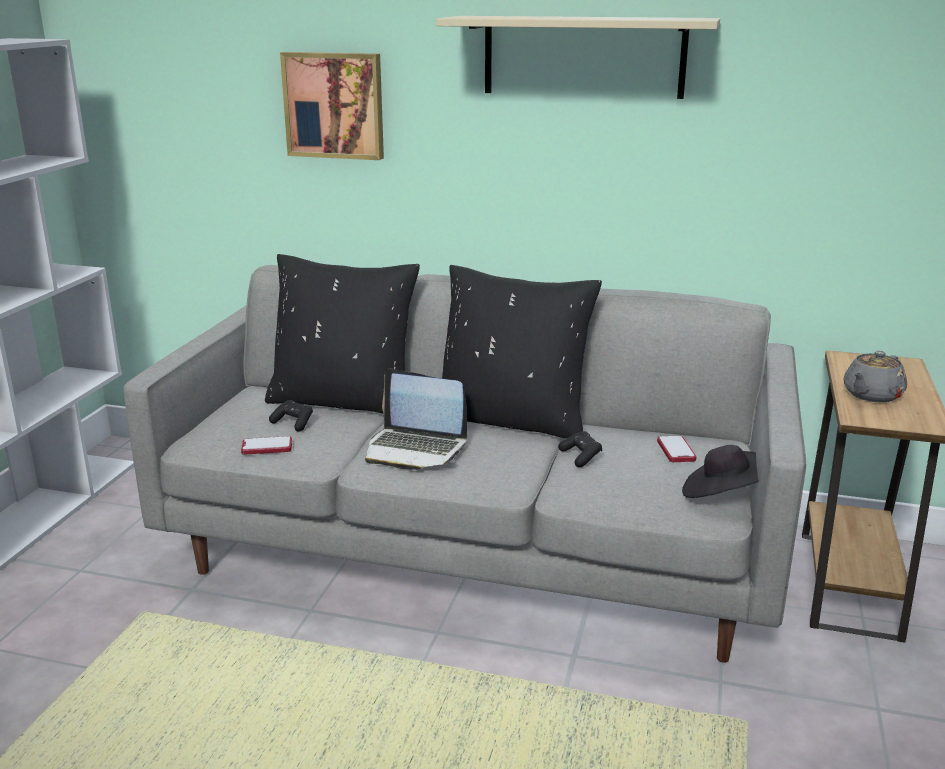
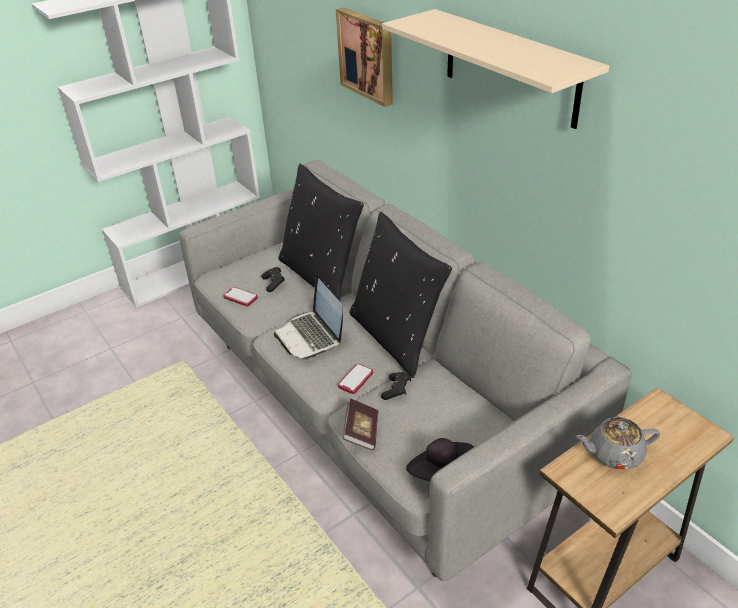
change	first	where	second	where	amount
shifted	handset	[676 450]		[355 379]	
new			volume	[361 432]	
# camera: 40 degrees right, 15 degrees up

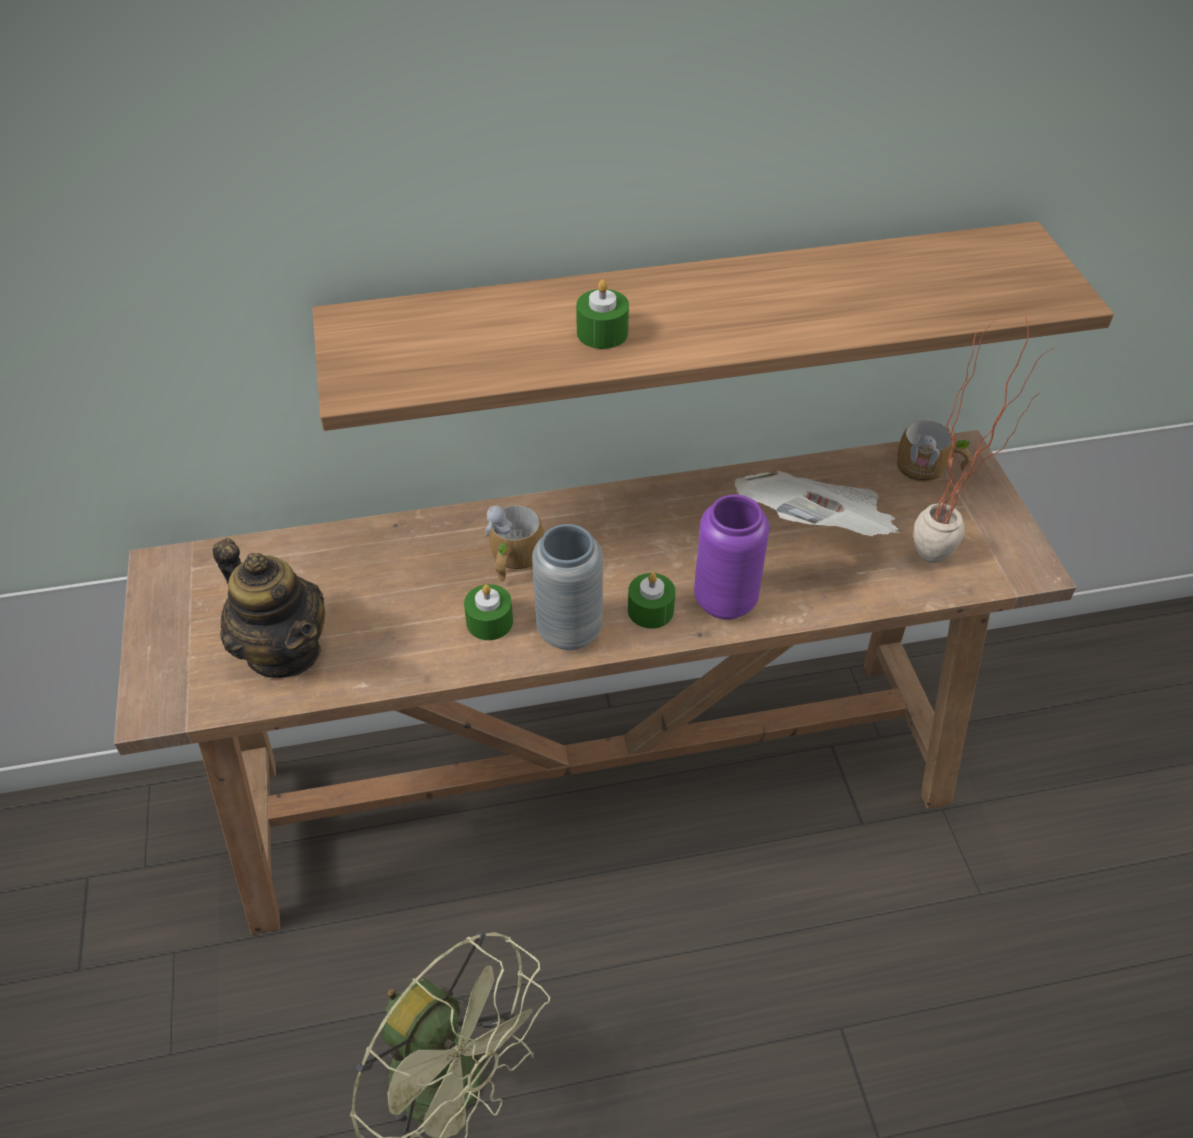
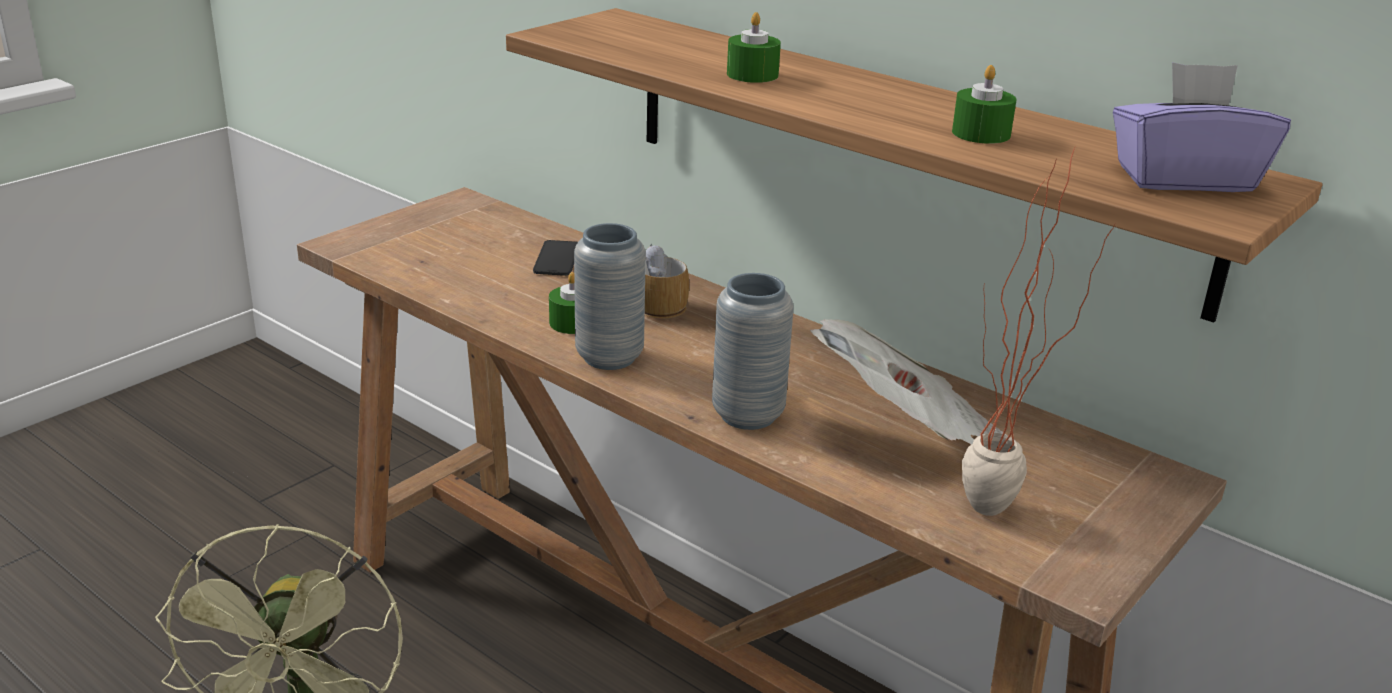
change	first	where	second	where	amount
new			handset	[557 259]	
repainted	flower vase (purple-coloured)	[725 601]	flower vase (grey)	[748 415]	
shifted	wax light (green)	[650 610]		[981 133]	
new			tissue box (purple-coloured)	[1184 178]	
gone	teapot	[284 651]			
gone	tea mug	[929 469]			
# camera: 50 degrees right, 20 degrees down

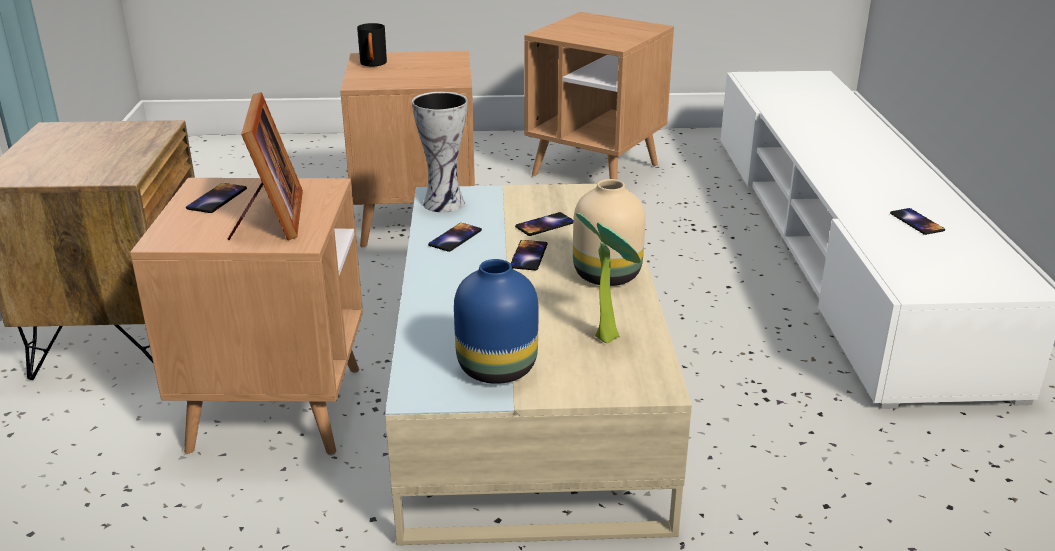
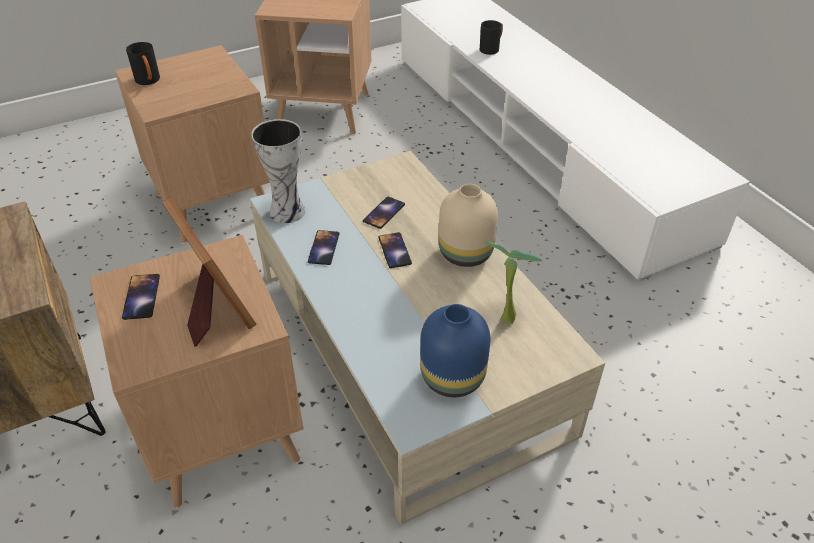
change	first	where	second	where	amount
new			tea mug (black)	[491 49]	
gone	handset	[917 222]			
# camera: 25 degrees left, 15 degrees up

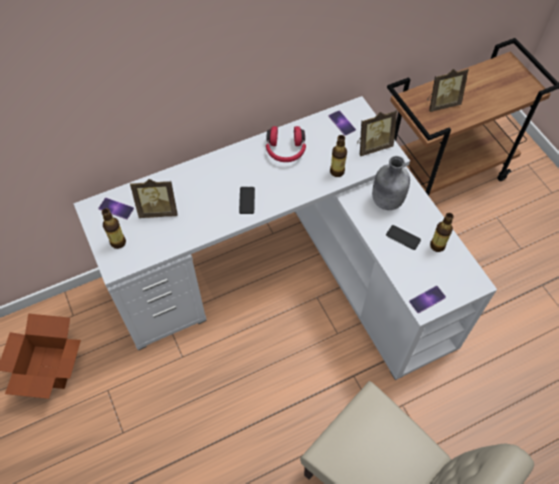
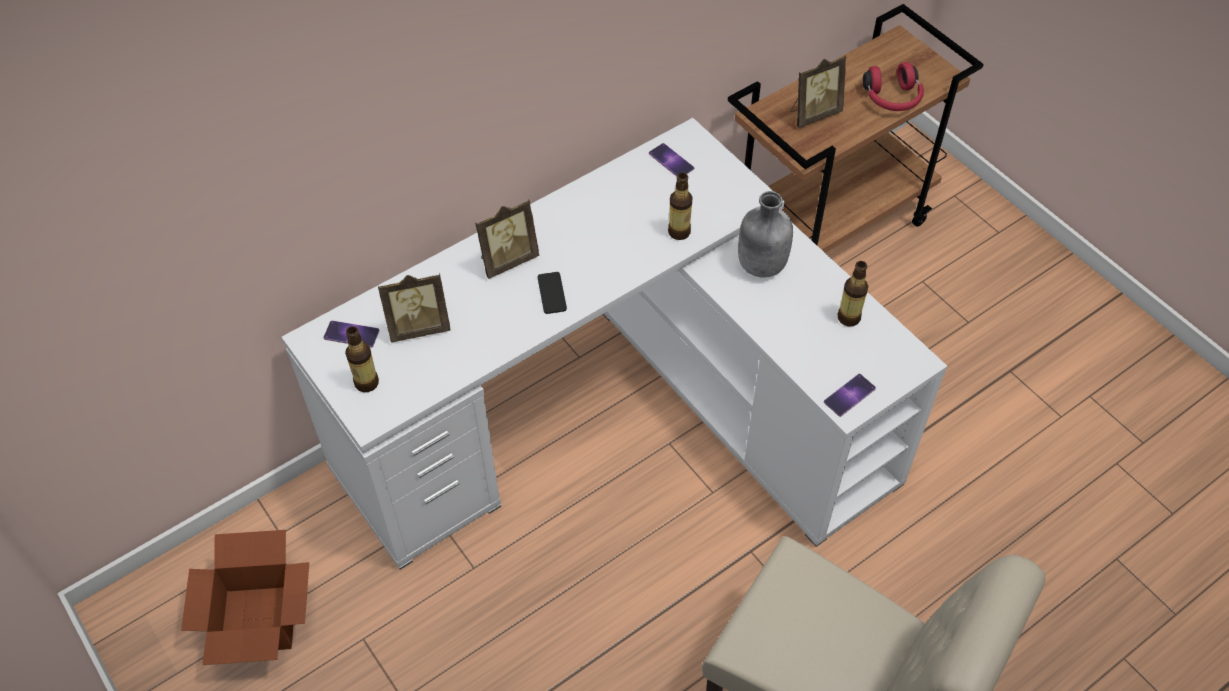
change	first	where	second	where	amount
shifted	standing frame	[373 146]		[507 260]	
shifted	pair of headphones (red-coloured)	[285 151]		[892 99]	
gone	handset	[403 237]			
# camera: 10 degrees left, 5 degrees down

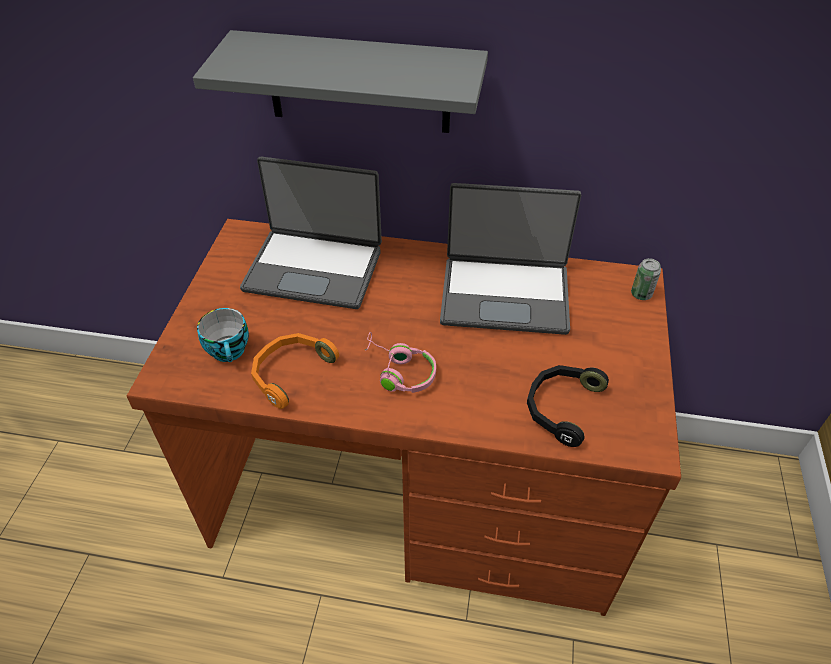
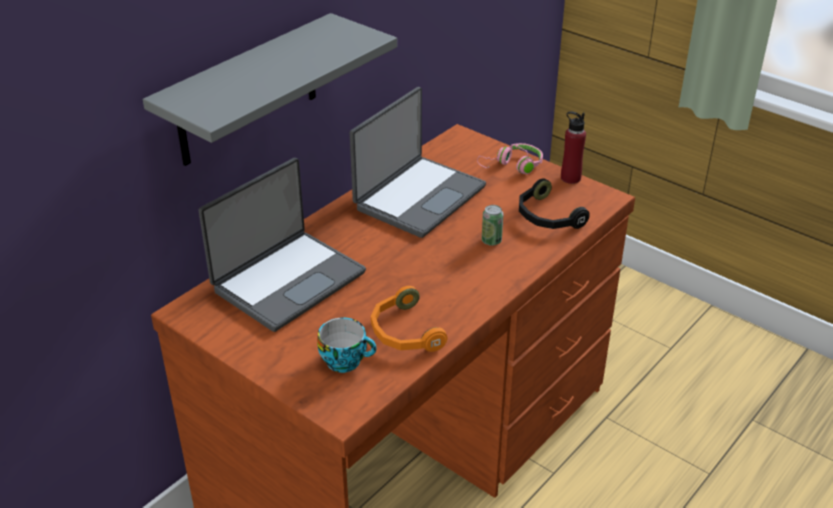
change	first	where	second	where	amount
shifted	pair of headphones (pinkish)	[399 371]		[513 166]	
shifted	metal can	[641 294]		[491 241]	
new			bottle (red-coloured)	[570 178]	
# camera: 60 degrees left, 10 degrees down

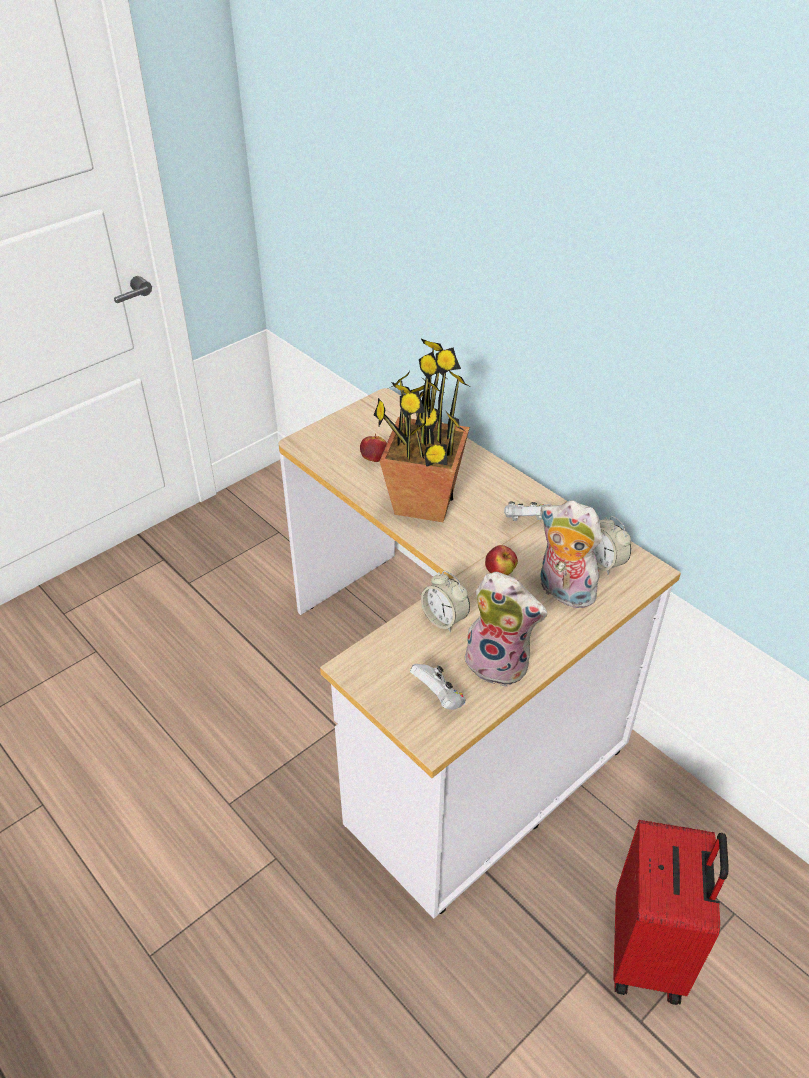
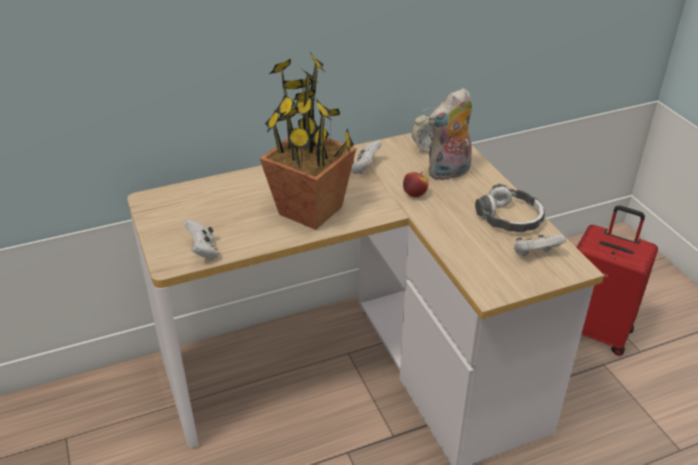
change	first	where	second	where	amount
new			joypad (white-coloured)	[203 251]	
swapped	plush toy	[500 663]	pair of headphones	[509 218]	
gone	whole apple	[374 459]			
gone	bedside clock	[444 619]			
# camera: 70 degrees left, 5 degrees down

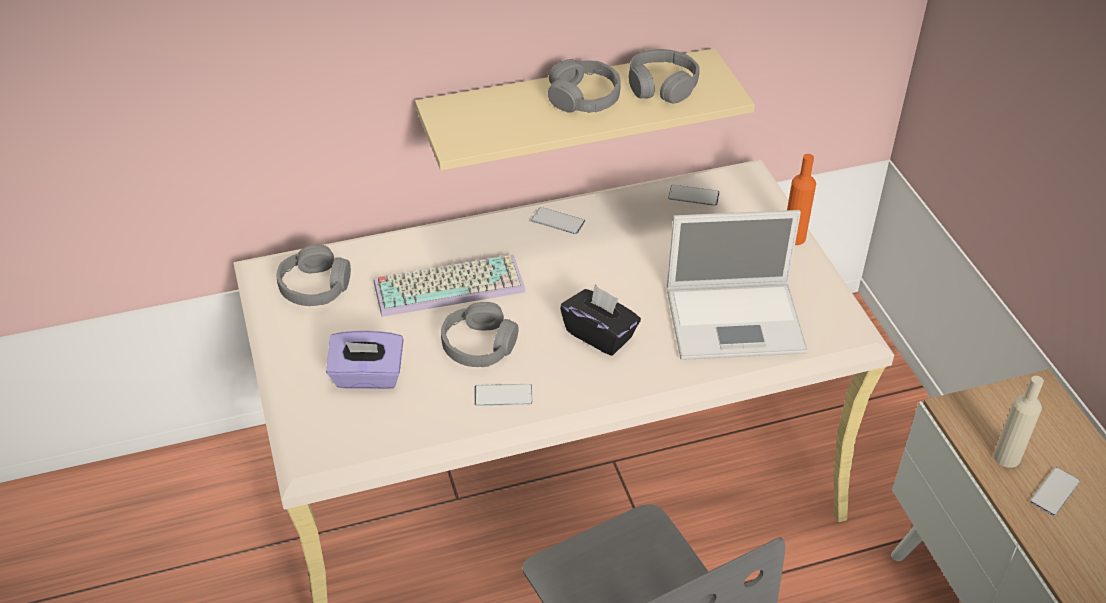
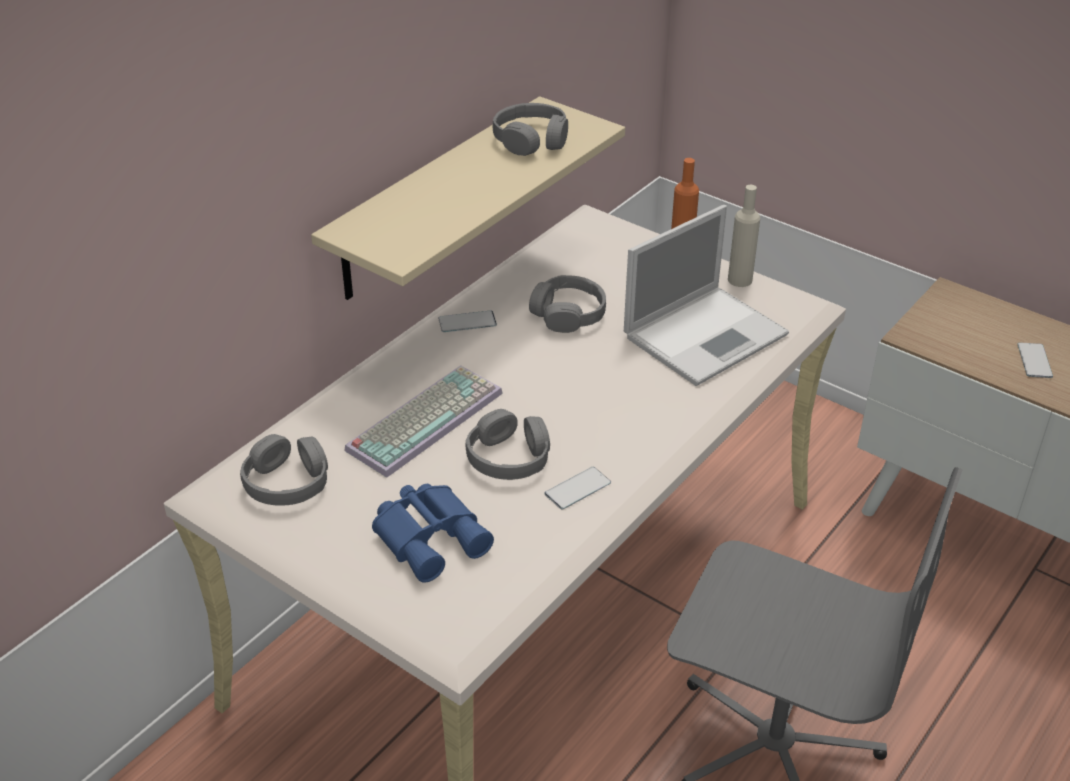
change	first	where	second	where	amount
swapped	tissue box (purple-coloured)	[367 377]	field glasses (bluish)	[431 536]	
shifted	pair of headphones (grey)	[584 97]		[568 314]	
shifted	bottle (beige)	[1007 457]		[740 280]	
gone	tissue box (black)	[600 334]			
gone	handset	[693 196]			
# camera: 35 degrees left, 5 degrees down

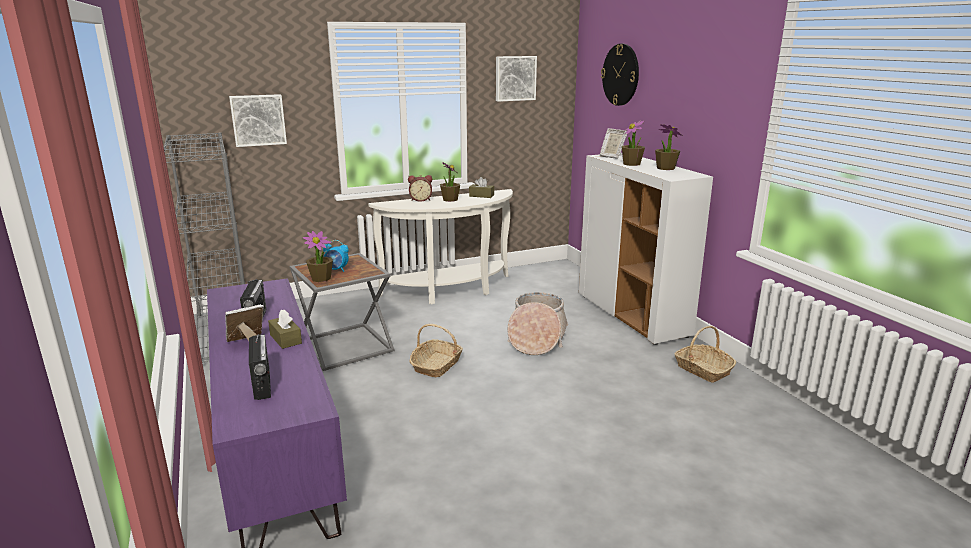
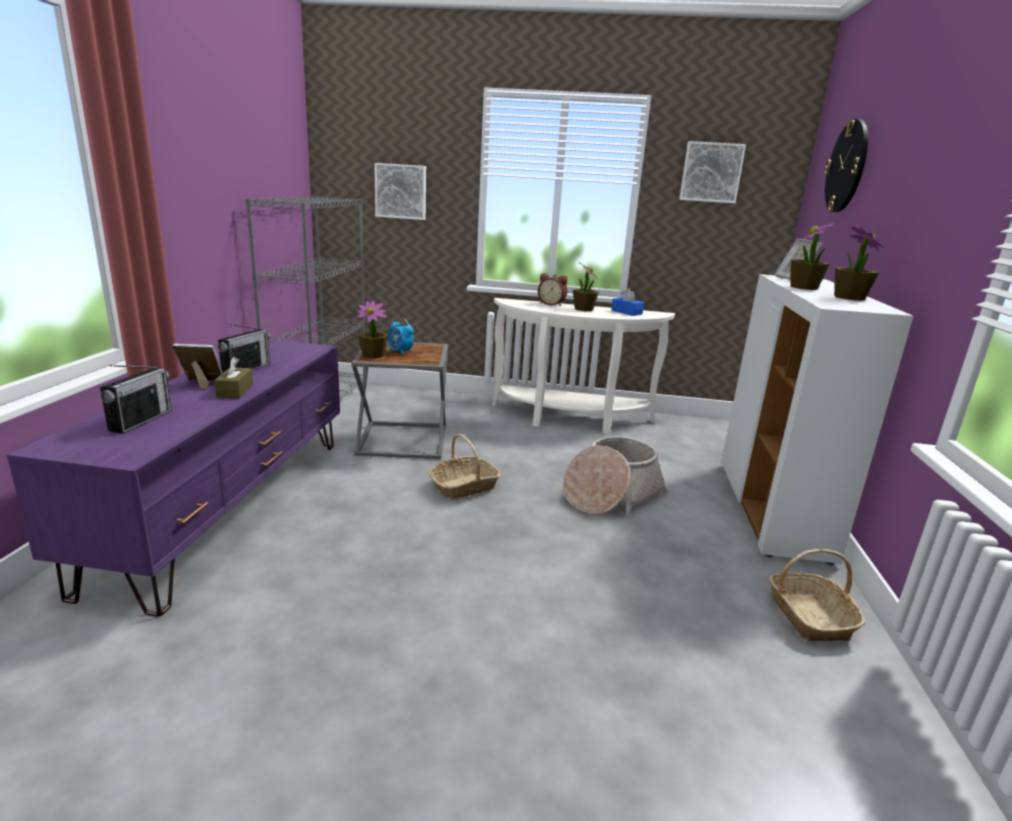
change	first	where	second	where	amount
repainted	tissue box (brown)	[481 196]	tissue box (bluish)	[626 312]	
# camera: 30 degrees right, 0 degrees up

